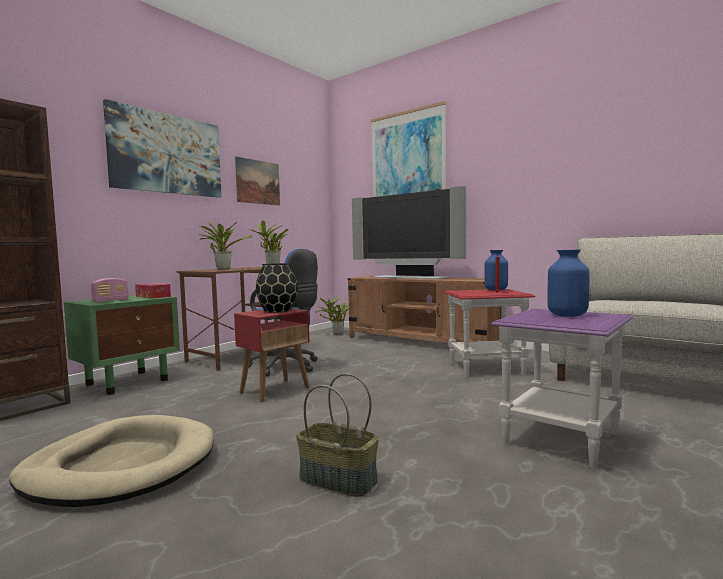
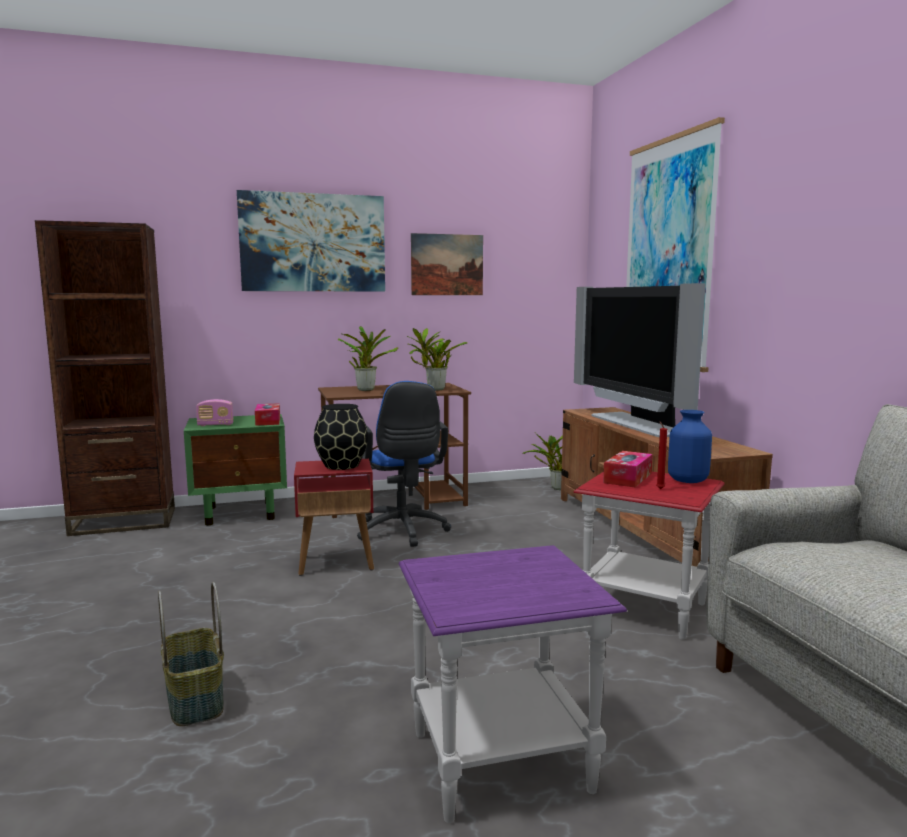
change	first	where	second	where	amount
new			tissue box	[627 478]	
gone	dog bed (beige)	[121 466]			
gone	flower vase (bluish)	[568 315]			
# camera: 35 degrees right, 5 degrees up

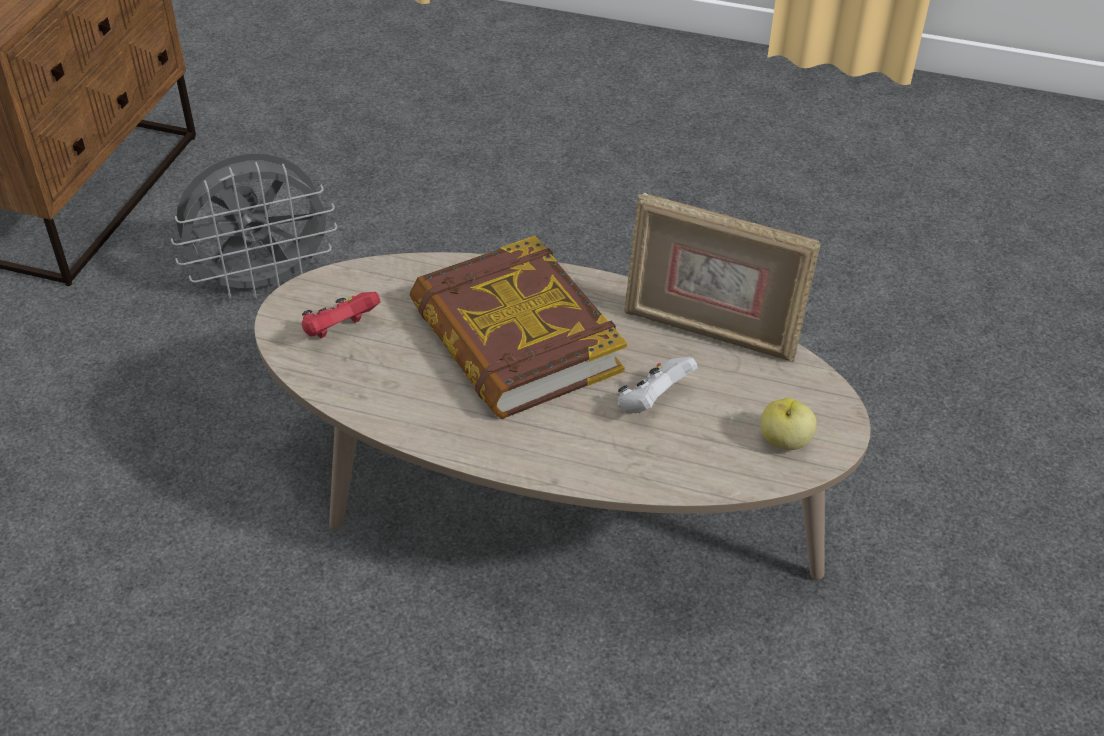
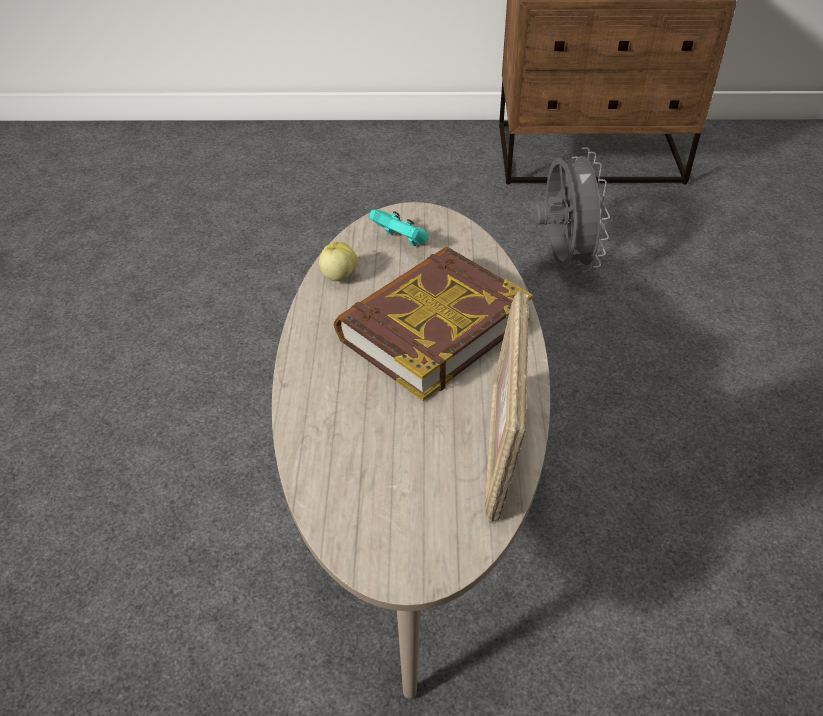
change	first	where	second	where	amount
shifted	whole apple	[784 441]		[338 276]	
repainted	joypad (red-coloured)	[340 331]	joypad (blue-green)	[401 241]	
rotated	fan (grey)	[263 282]		[563 260]	150 degrees counterclockwise
gone	joypad (white-coloured)	[653 402]			
# camera: 75 degrees right, 0 degrees up

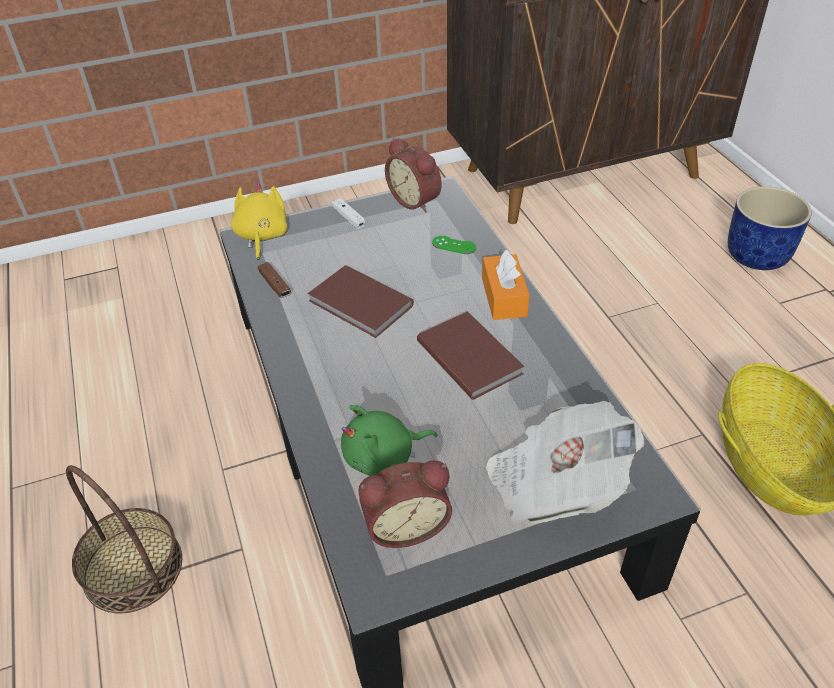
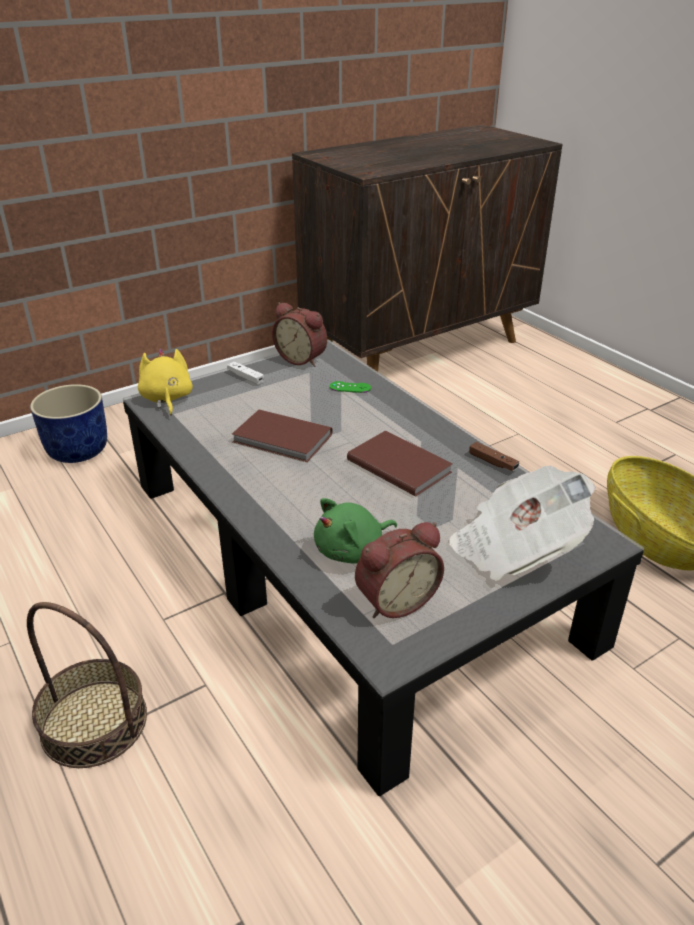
change	first	where	second	where	amount
shifted	planter (bluish)	[756 255]		[78 450]	
shifted	joypad (brown)	[275 285]		[493 462]	
gone	tissue box (orange)	[504 297]			
# camera: 15 degrees left, 10 degrees down

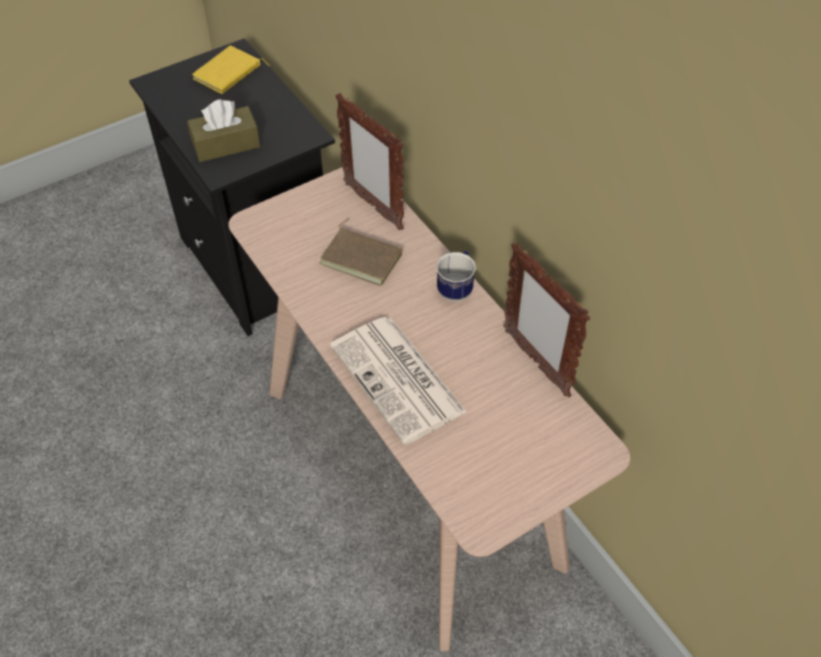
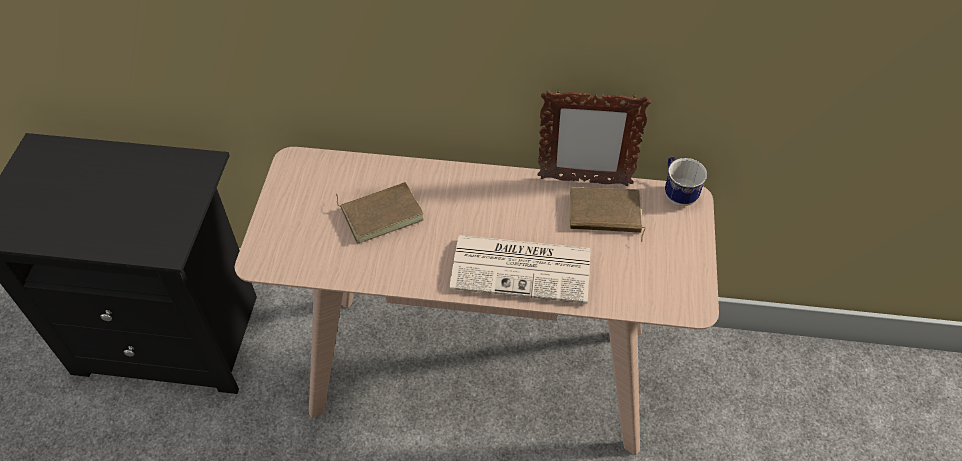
change	first	where	second	where	amount
new			volume (brown)	[604 215]	
shifted	tea mug	[456 288]		[677 193]	
gone	tissue box (brown)	[226 144]			
gone	volume (yellow)	[229 74]			
gone	standing frame	[373 206]			
# camera: 50 degrees left, 0 degrees up

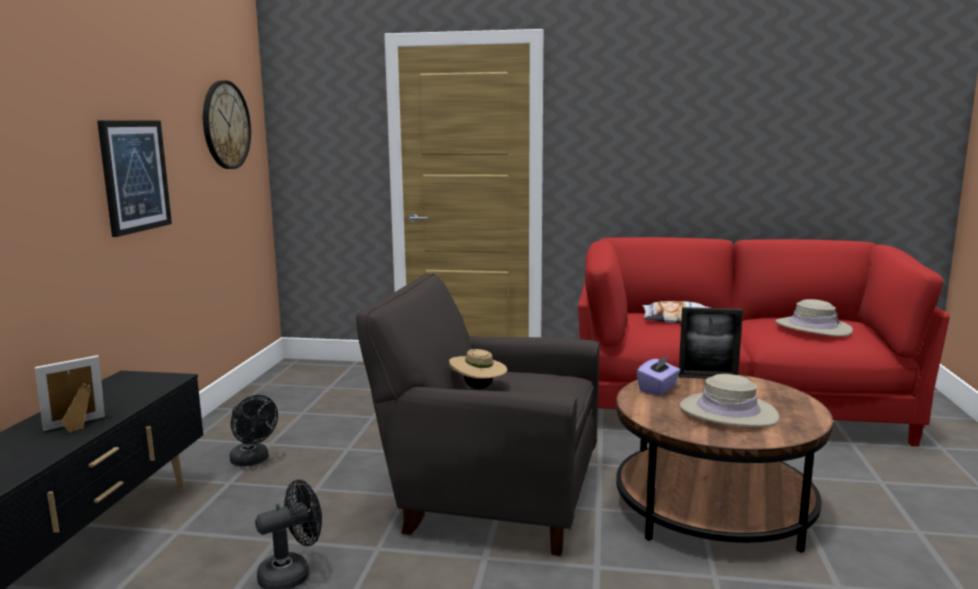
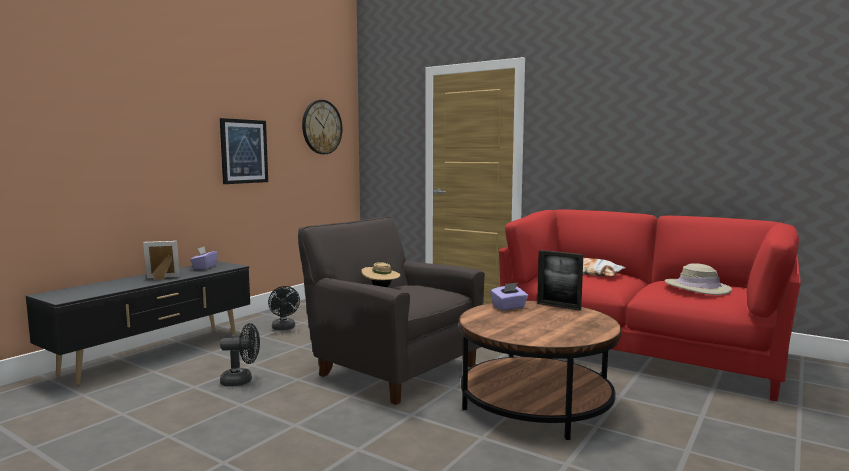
change	first	where	second	where	amount
new			tissue box (purple-coloured)	[204 267]	
gone	clothing hat (beige)	[728 412]			
# camera: 25 degrees right, 5 degrees down

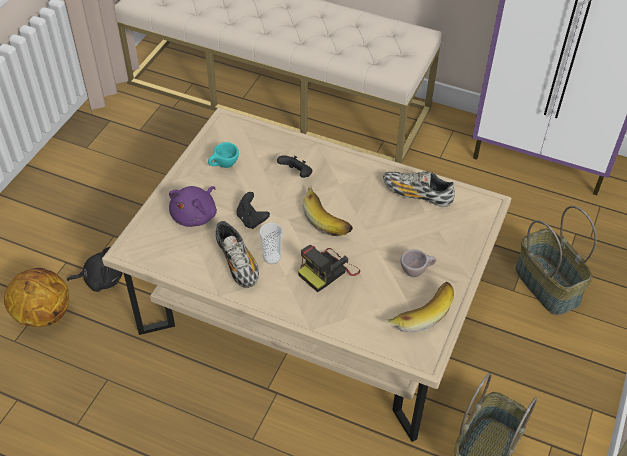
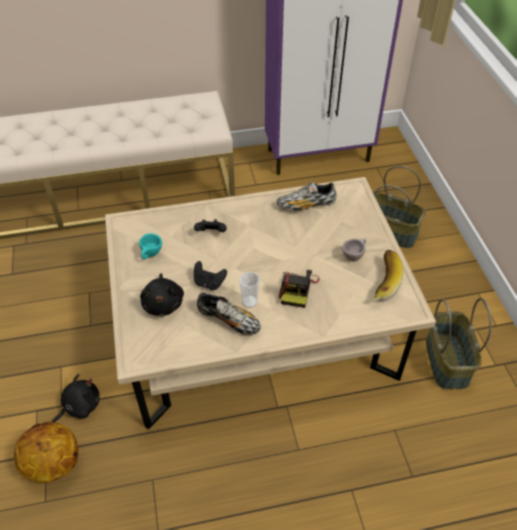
change	first	where	second	where	amount
repainted	plush toy (purple-coloured)	[196 215]	plush toy (black)	[163 303]	
gone	whole banana	[328 218]			
# camera: 35 degrees left, 0 degrees up

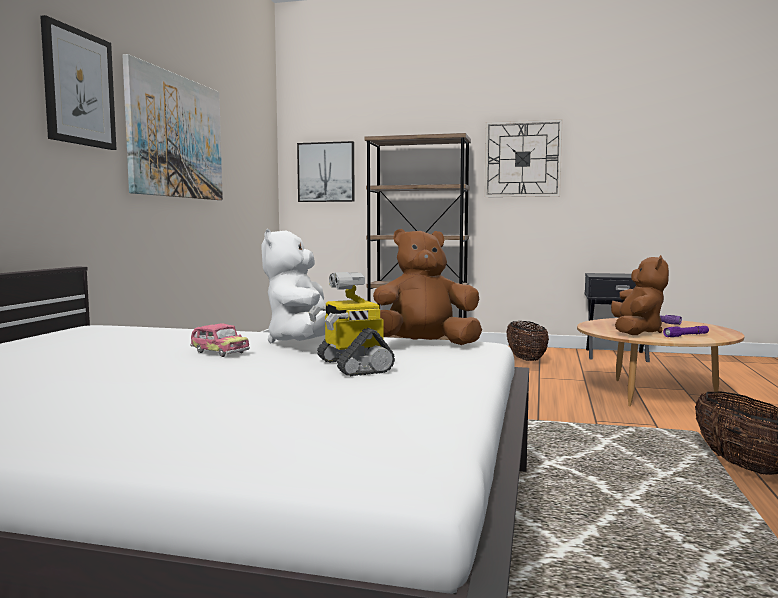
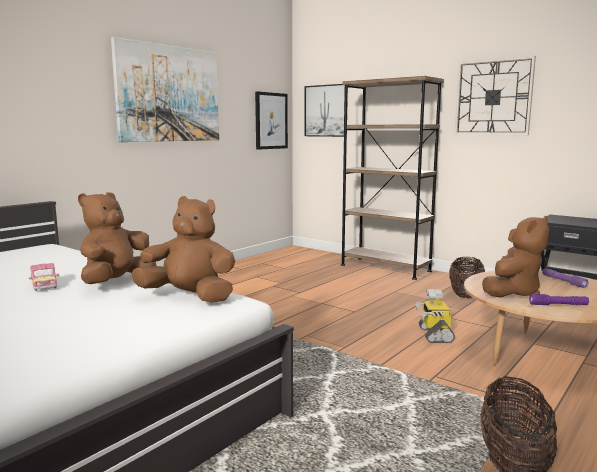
change	first	where	second	where	amount
repainted	plush toy (white-coloured)	[304 343]	plush toy (brown)	[117 282]	
shifted	picture	[79 88]		[271 121]	
shifted	robot figure	[352 366]		[434 334]	
# camera: 25 degrees right, 5 degrees up

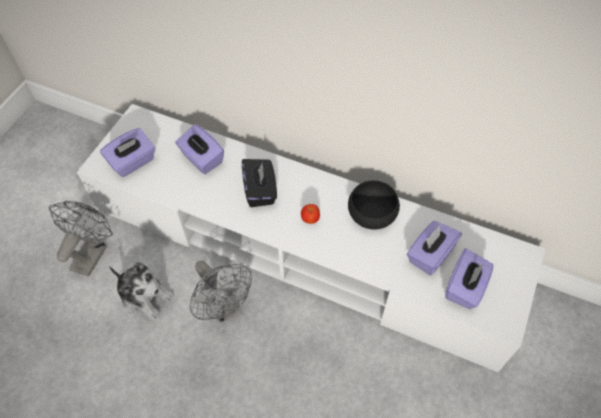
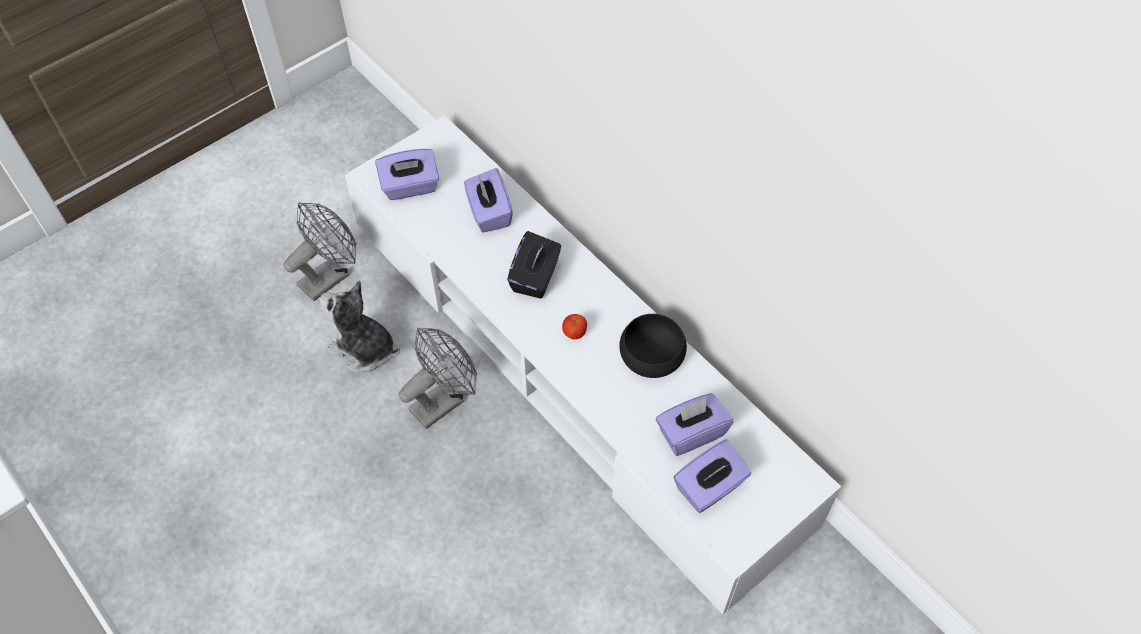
change	first	where	second	where	amount
rotated	plush toy	[145 295]		[363 349]	150 degrees clockwise
rotated	fan (grey)	[224 308]		[443 400]	120 degrees counterclockwise
# camera: 25 degrees right, 0 degrees up

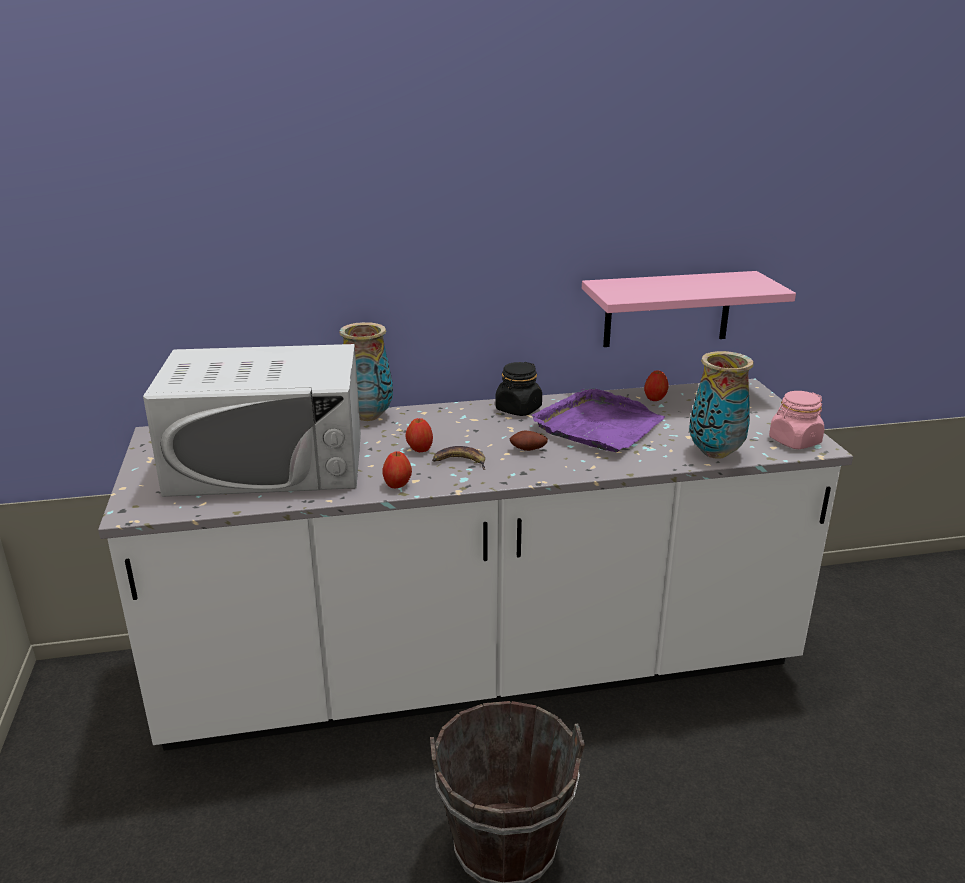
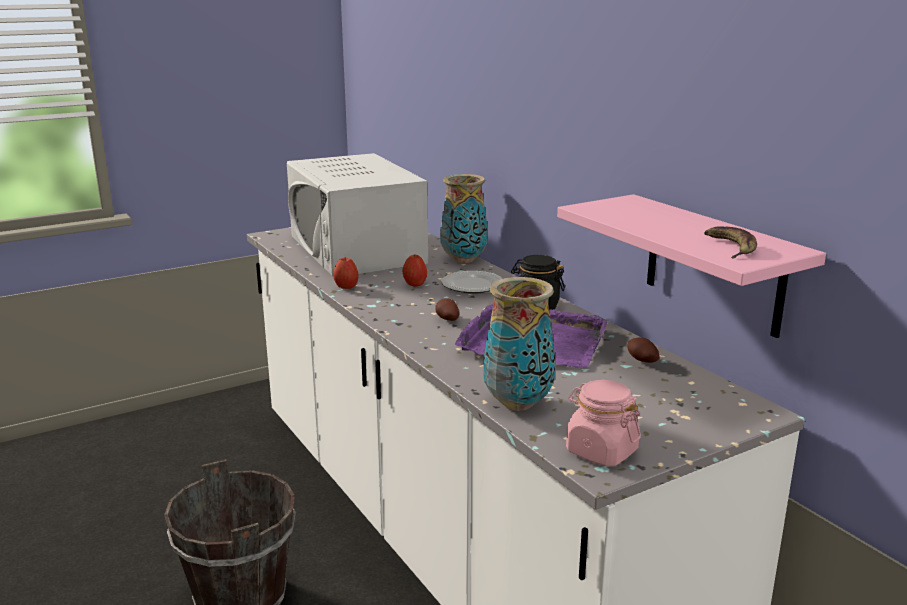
change	first	where	second	where	amount
new			plate	[472 285]	
swapped	whole apple	[655 399]	potato	[641 361]	
shifted	whole banana	[459 462]		[730 247]	
# camera: 70 degrees right, 5 degrees down

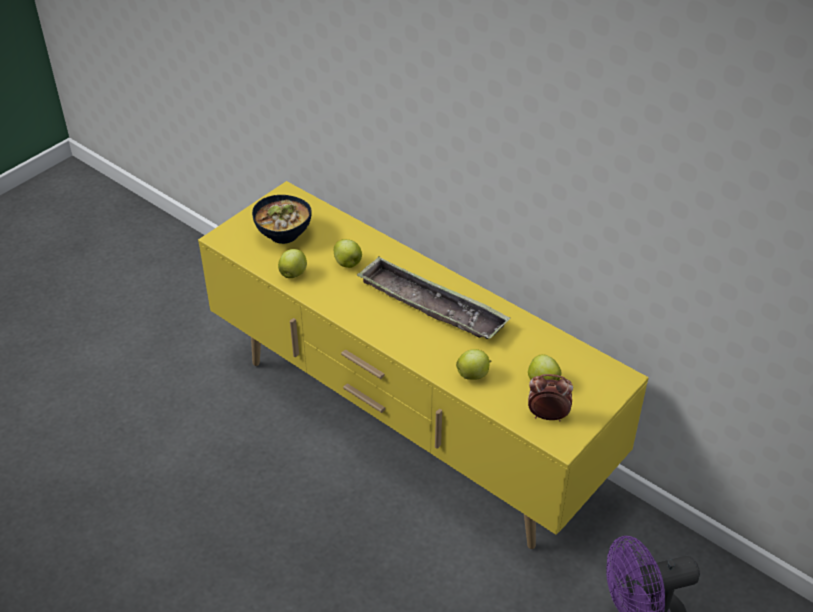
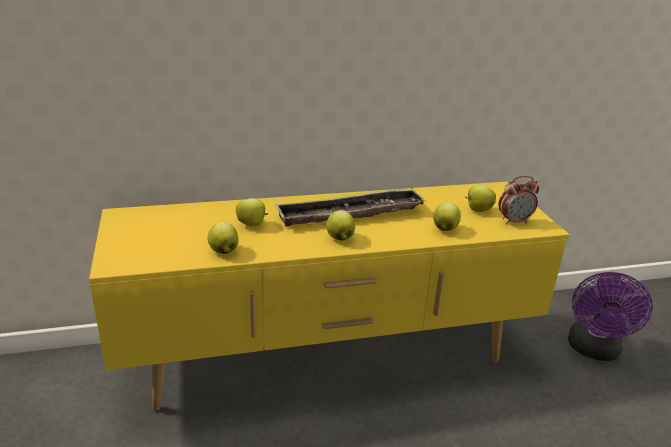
change	first	where	second	where	amount
new			whole apple	[339 238]	
rotated	bedside clock	[547 416]		[514 221]	150 degrees counterclockwise
gone	deep dish	[283 234]			
# camera: 55 degrees left, 15 degrees down

